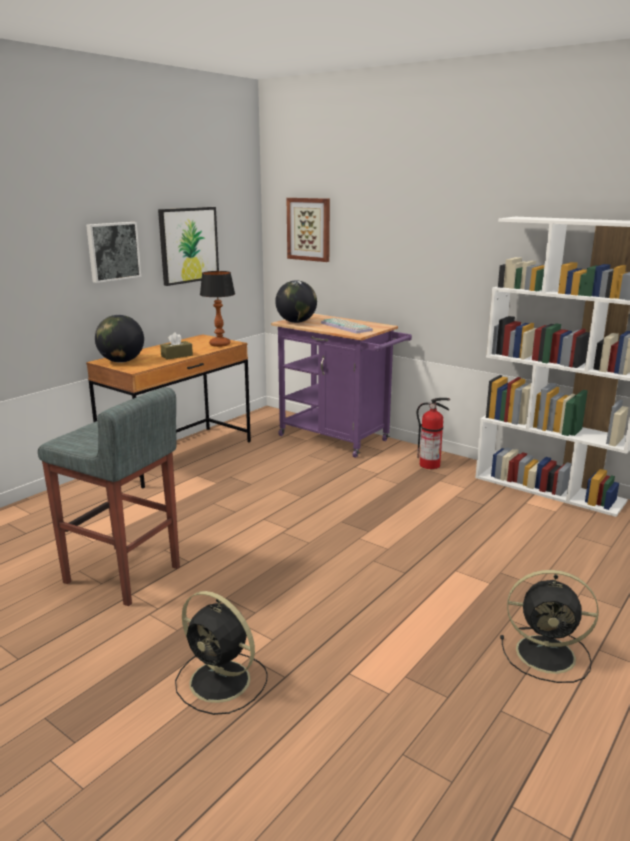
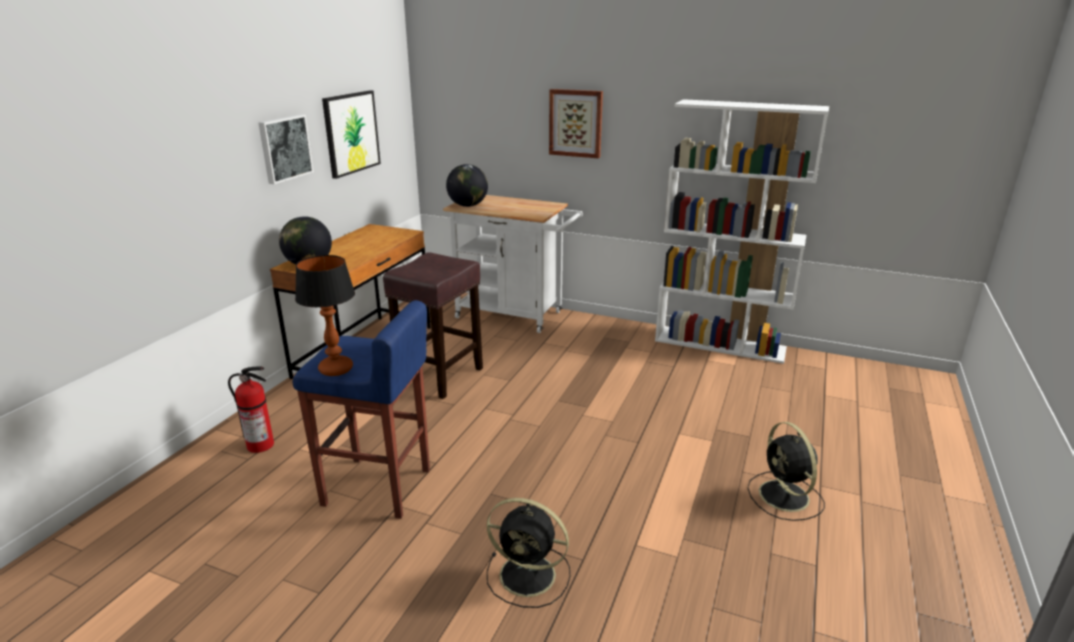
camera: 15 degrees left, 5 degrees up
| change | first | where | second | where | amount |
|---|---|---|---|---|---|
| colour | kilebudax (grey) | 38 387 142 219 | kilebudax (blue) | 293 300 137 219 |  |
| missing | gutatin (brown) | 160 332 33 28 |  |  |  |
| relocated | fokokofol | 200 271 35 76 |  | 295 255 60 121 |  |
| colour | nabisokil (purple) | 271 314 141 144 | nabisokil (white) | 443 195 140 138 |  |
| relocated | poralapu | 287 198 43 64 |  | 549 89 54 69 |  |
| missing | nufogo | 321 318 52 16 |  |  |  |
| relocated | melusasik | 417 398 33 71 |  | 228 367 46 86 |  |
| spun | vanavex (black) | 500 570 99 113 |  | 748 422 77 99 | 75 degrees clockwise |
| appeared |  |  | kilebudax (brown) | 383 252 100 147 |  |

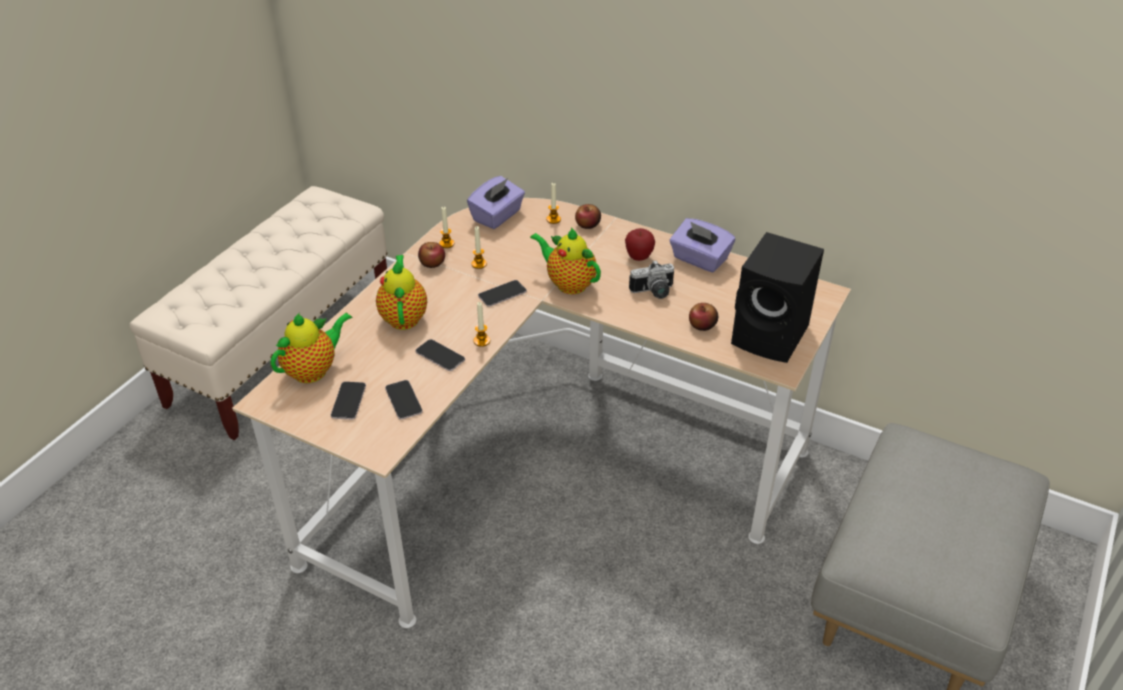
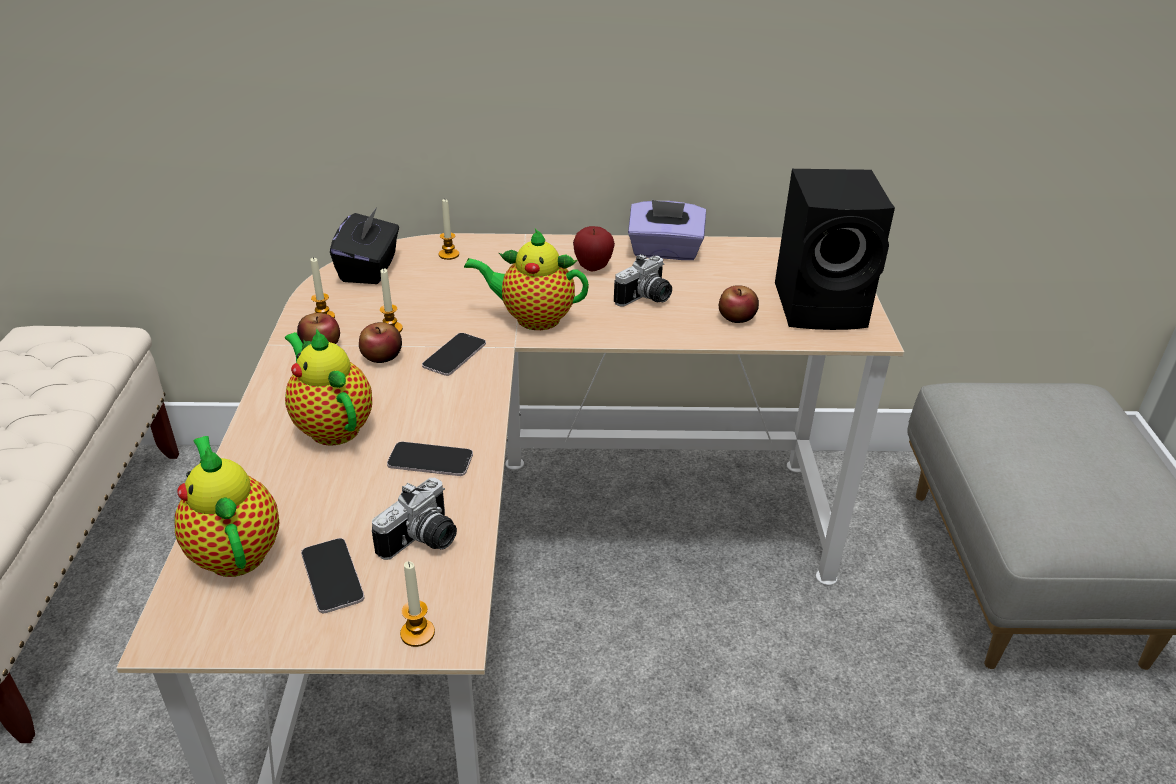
camera: 30 degrees left, 5 degrees down
| change | first | where | second | where | amount |
|---|---|---|---|---|---|
| spun | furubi | 271 312 81 71 |  | 175 436 104 141 | 45 degrees counterclockwise |
| exchanged | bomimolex | 385 380 38 40 | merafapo | 372 478 85 82 |  |
| colour | gutatin (purple) | 467 176 58 53 | gutatin (black) | 330 207 69 77 |  |
| relocated | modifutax | 474 302 16 45 |  | 400 561 35 86 |  |
| relocated | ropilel | 575 204 26 25 |  | 359 322 43 41 |  |

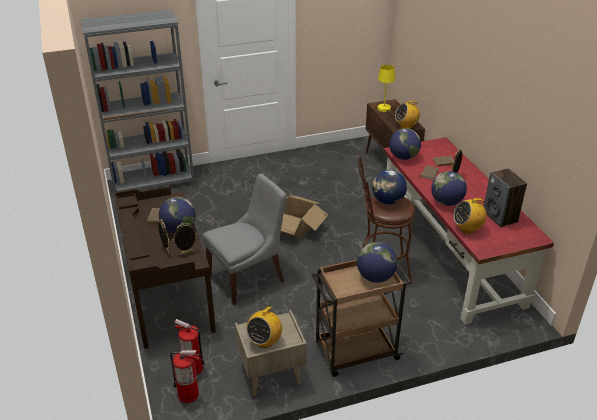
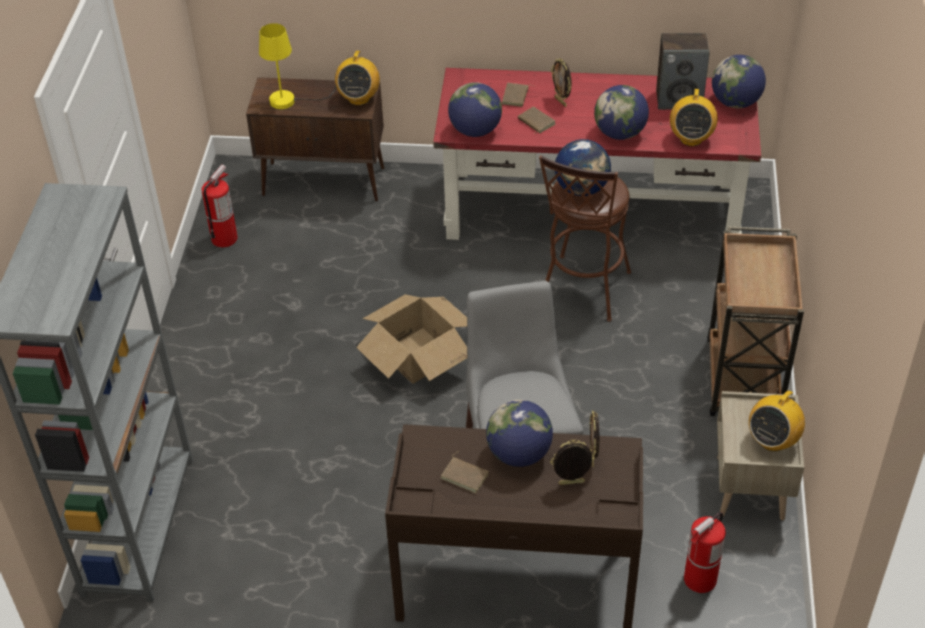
camera: 65 degrees left, 10 degrees up
| change | first | where | second | where | amount |
|---|---|---|---|---|---|
| relocated | melusasik | 170 350 29 53 |  | 202 164 36 83 |  |
| spun | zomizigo | 246 307 36 41 |  | 749 383 56 68 | 75 degrees clockwise |
| relocated | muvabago | 357 242 40 41 |  | 712 55 54 54 |  |

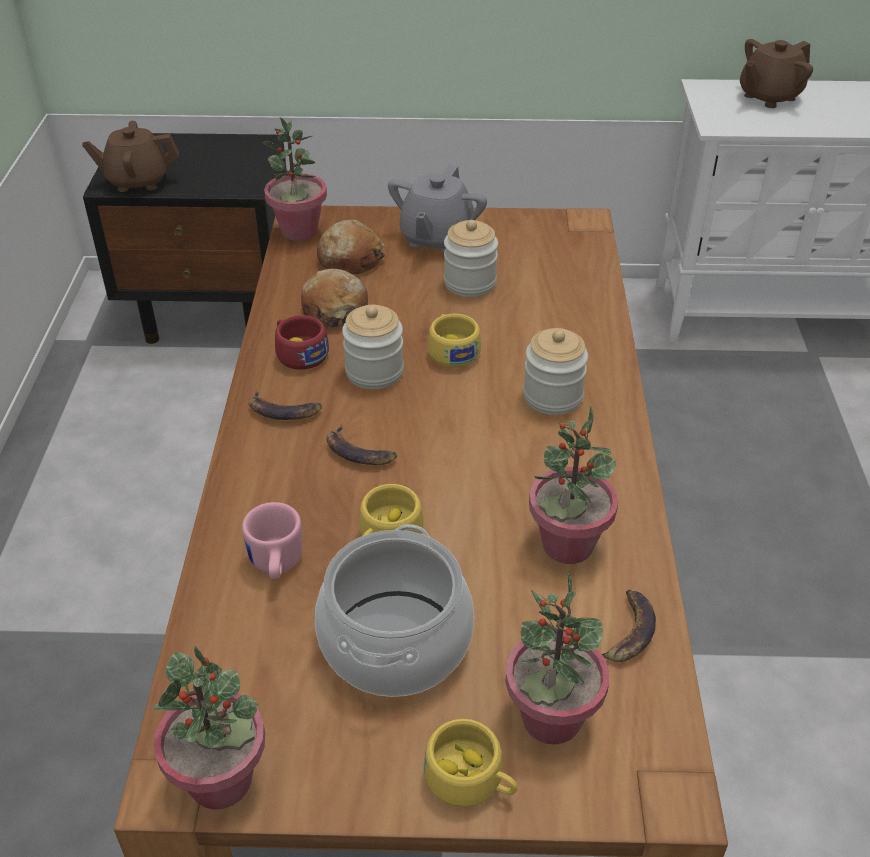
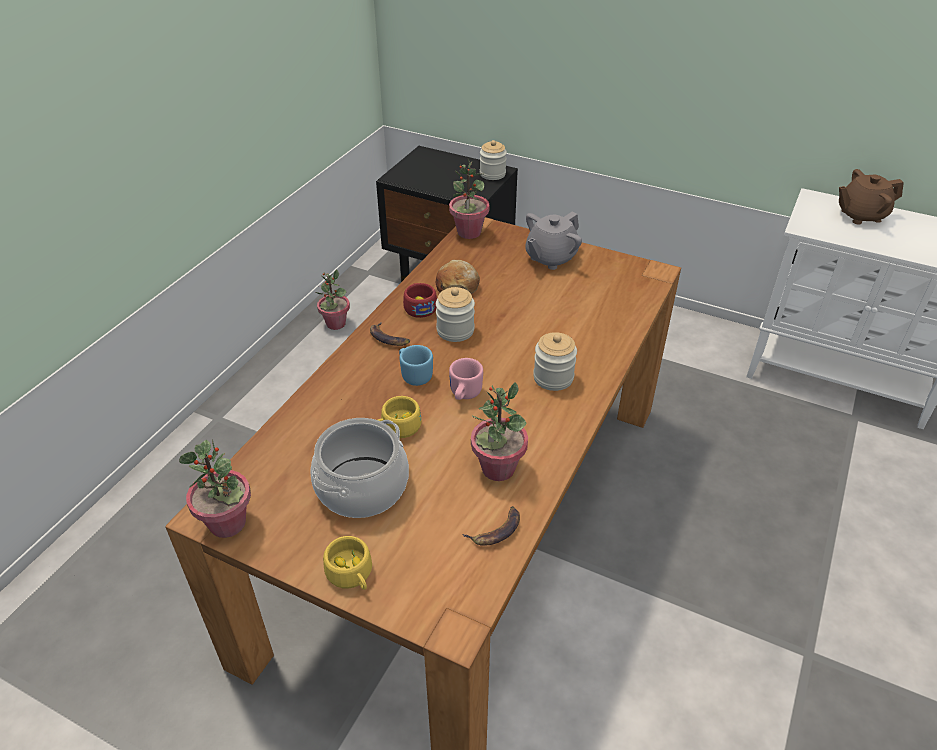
camera: 25 degrees right, 0 degrees up
| change | first | where | second | where | amount |
|---|---|---|---|---|---|
| missing | furubi (brown) | 82 121 97 71 |  |  |  |
| relocated | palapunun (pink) | 242 502 61 77 |  | 449 358 34 42 |  |
| missing | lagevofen | 317 219 68 55 |  |  |  |
| exchanged | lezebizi | 326 424 71 41 | palapunun (blue) | 399 345 34 41 |  |
| missing | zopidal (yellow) | 428 314 53 54 |  |  |  |
| relocated | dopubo | 444 220 54 77 |  | 480 140 27 40 |  |
| relocated | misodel | 505 571 104 174 |  | 316 269 34 61 |  |

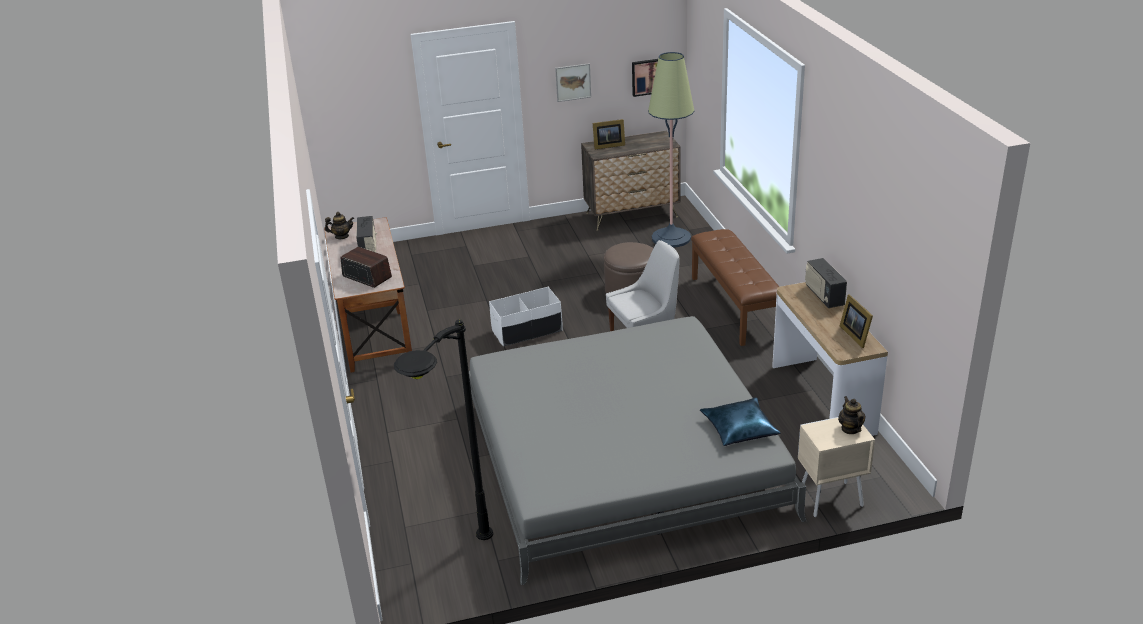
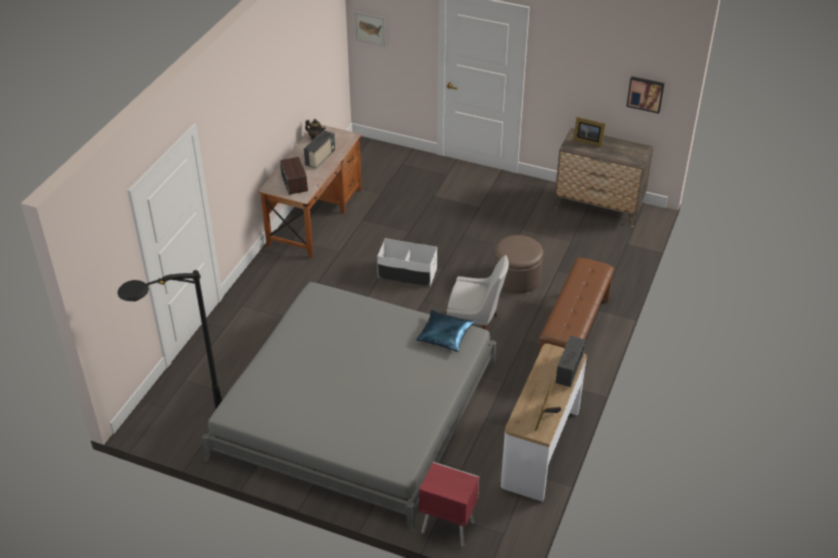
camera: 35 degrees right, 10 degrees up
| change | first | where | second | where | amount |
|---|---|---|---|---|---|
| relocated | poralapu | 555 63 36 39 |  | 355 12 30 34 |  |
| missing | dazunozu | 648 52 46 195 |  |  |  |
| relocated | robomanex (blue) | 700 397 80 49 |  | 416 310 59 42 |  |
| colour | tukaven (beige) | 798 417 77 100 | tukaven (red) | 419 462 60 85 |  |
| missing | furubi | 838 396 28 38 |  |  |  |

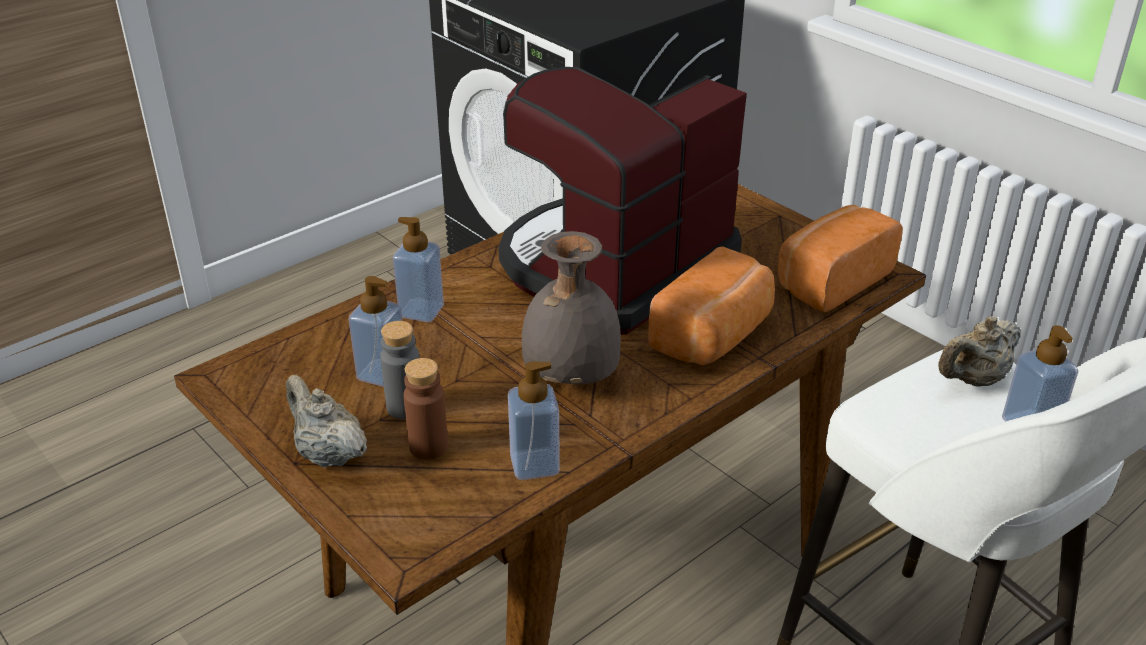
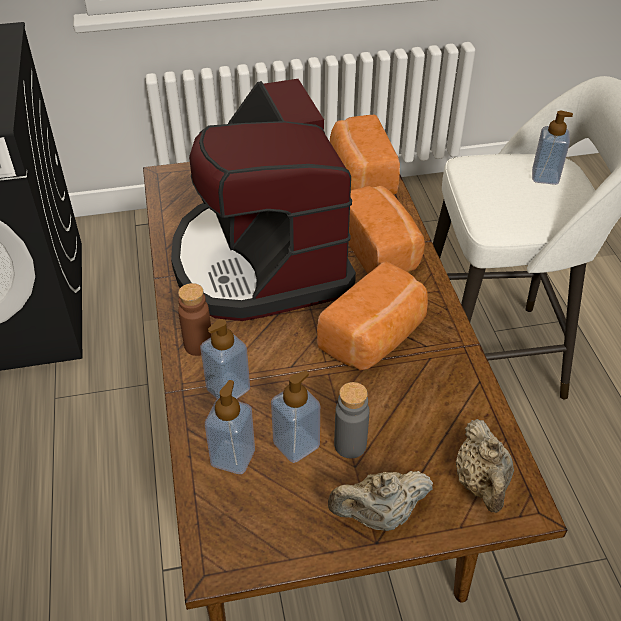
camera: 60 degrees left, 10 degrees up
| change | first | where | second | where | amount |
|---|---|---|---|---|---|
| relocated | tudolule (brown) | 404 358 44 102 |  | 178 283 34 73 |  |
| relocated | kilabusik | 508 362 52 118 |  | 205 380 50 94 |  |
| exchanged | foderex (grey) | 522 231 99 153 | lagevofen | 317 261 111 109 |  |
| relocated | furubi (beige) | 938 316 83 71 |  | 456 419 58 94 |  |

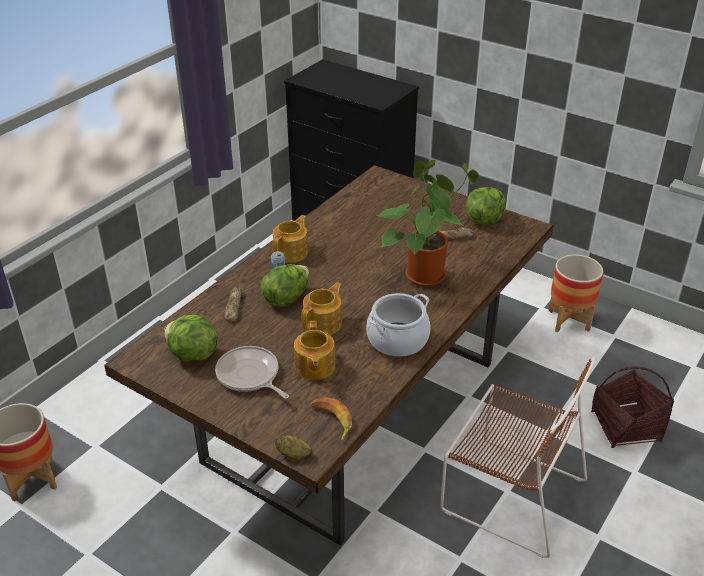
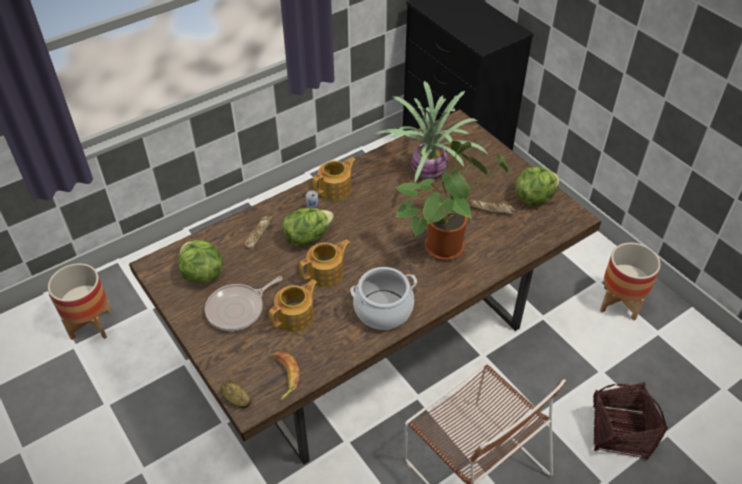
camera: 20 degrees right, 10 degrees up
| change | first | where | second | where | amount |
|---|---|---|---|---|---|
| spun | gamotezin | 215 346 74 53 |  | 205 276 78 55 | 105 degrees counterclockwise |
| spun | furubi | 294 321 41 59 |  | 269 280 49 52 | 150 degrees counterclockwise |
| appeared |  |  | misodel | 376 81 111 102 |  |

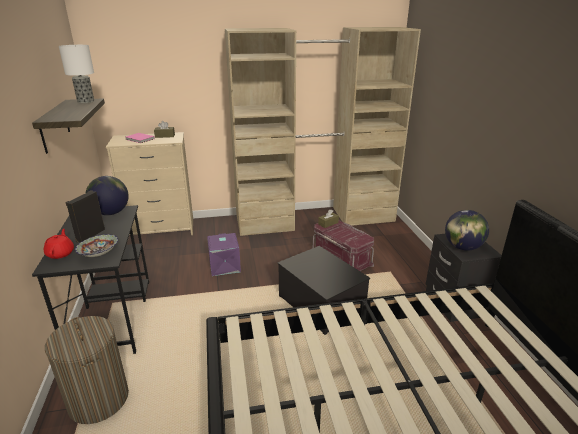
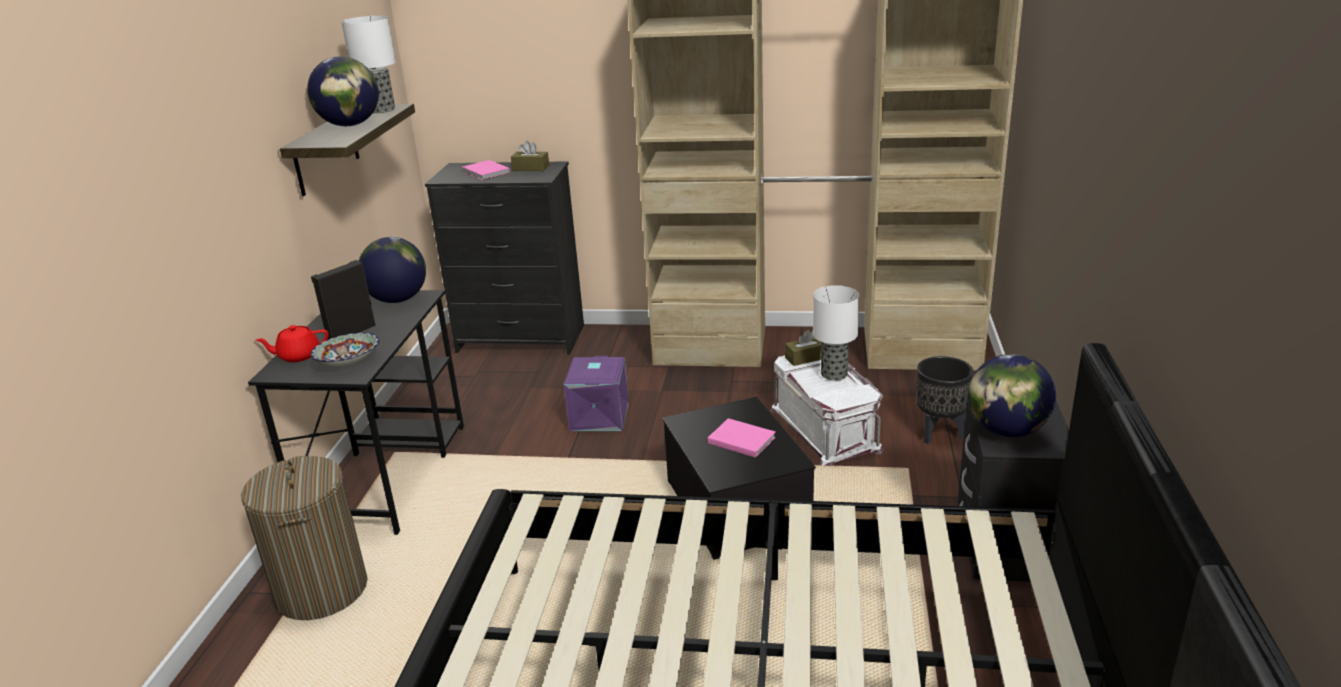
camera: 20 degrees right, 0 degrees up
| change | first | where | second | where | amount |
|---|---|---|---|---|---|
| spun | furubi (red) | 44 229 30 30 |  | 256 325 73 37 | 120 degrees counterclockwise |
| colour | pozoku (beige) | 106 132 87 107 | pozoku (black) | 425 161 159 194 |  |
| colour | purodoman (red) | 313 220 61 51 | purodoman (white) | 770 356 114 110 |  |
| appeared |  |  | muvabago | 307 57 72 69 |  |
| appeared |  |  | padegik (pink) | 708 418 68 40 |  |
| appeared |  |  | fokokofol | 813 285 46 96 |  |
| appeared |  |  | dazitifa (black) | 916 356 58 88 |  |

